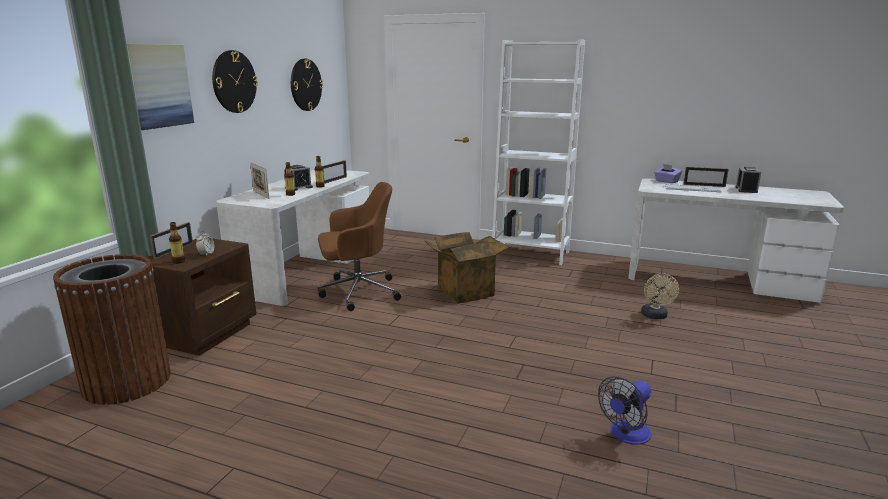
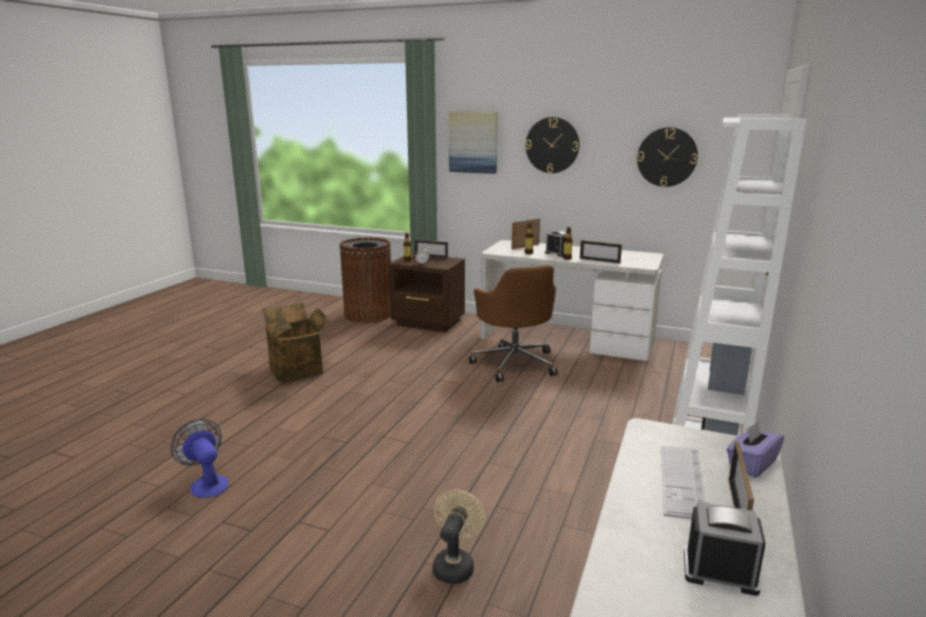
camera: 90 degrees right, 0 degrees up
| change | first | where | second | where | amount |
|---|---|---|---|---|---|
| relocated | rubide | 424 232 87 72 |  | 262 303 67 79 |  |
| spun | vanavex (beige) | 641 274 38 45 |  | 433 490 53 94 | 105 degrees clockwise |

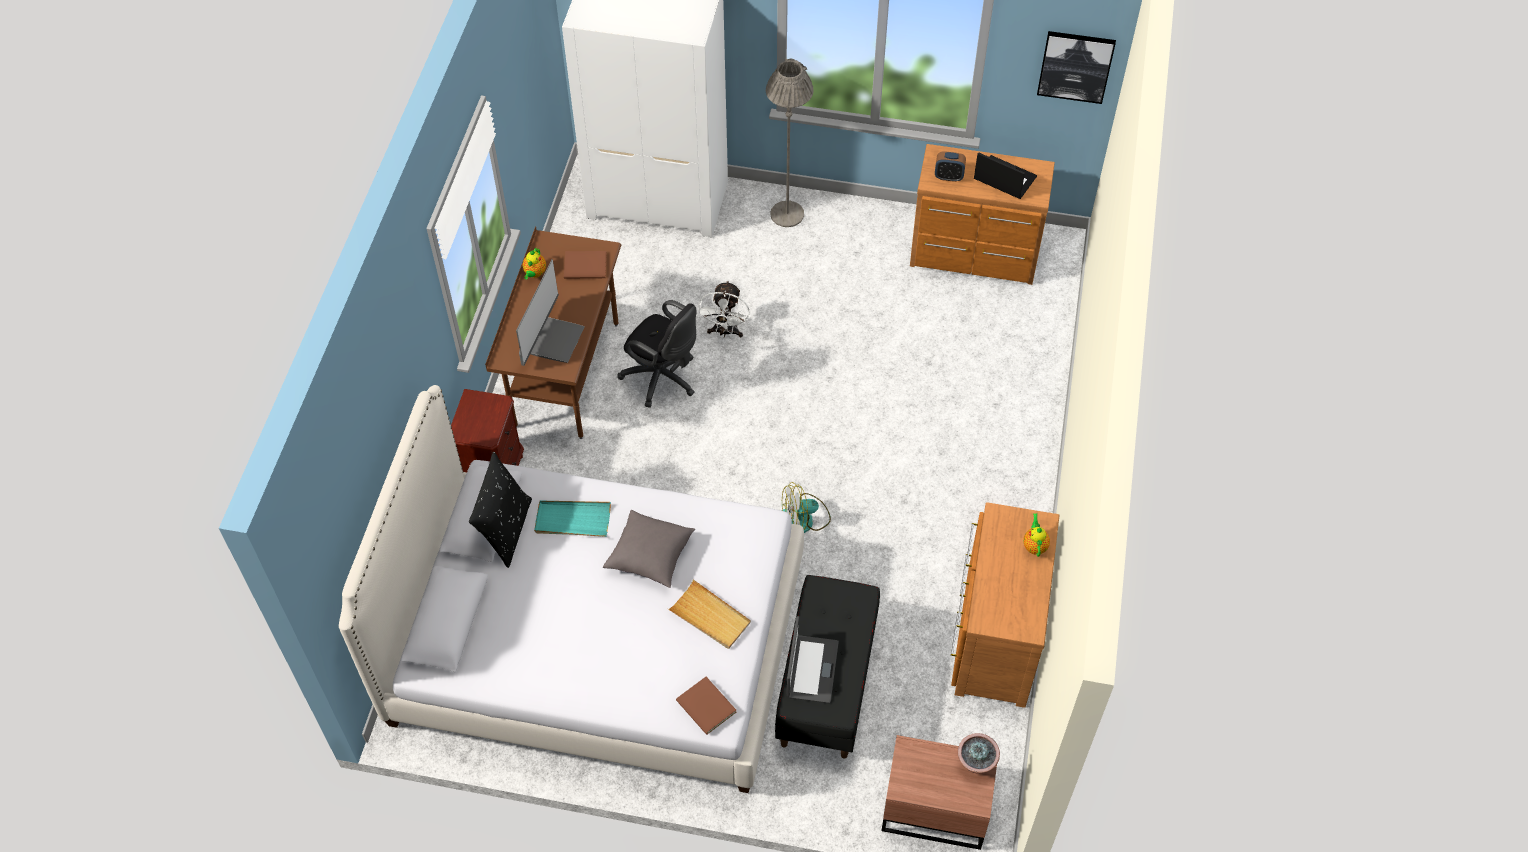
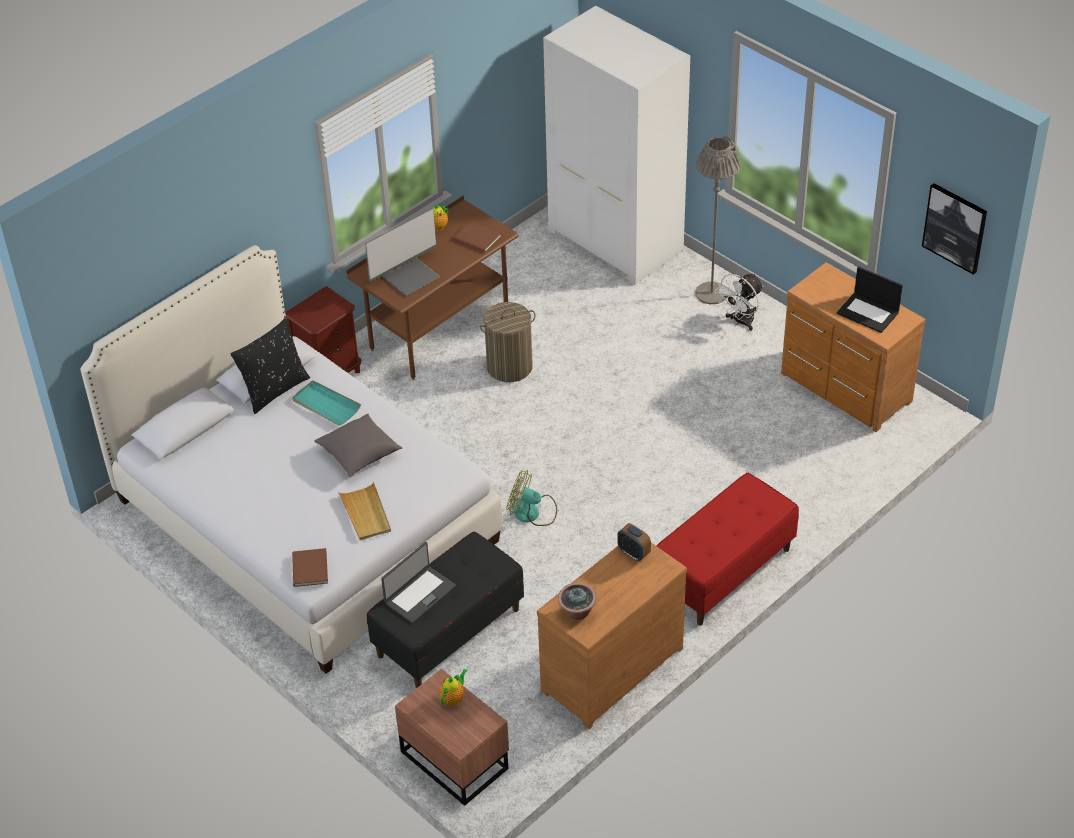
camera: 35 degrees right, 10 degrees down
| change | first | where | second | where | amount |
|---|---|---|---|---|---|
| exchanged | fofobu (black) | 618 300 78 108 | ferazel | 480 302 56 80 |  |
| relocated | vanavex (white) | 697 281 53 57 |  | 715 274 48 57 |  |
| relocated | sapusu | 935 152 31 30 |  | 617 523 34 38 |  |
| relocated | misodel | 958 733 42 41 |  | 558 583 38 37 |  |
| spun | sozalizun | 974 152 63 47 |  | 837 266 66 67 | 150 degrees clockwise |
| relocated | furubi | 1023 513 27 44 |  | 439 668 29 38 |  |
| appeared |  |  | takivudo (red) | 657 473 142 152 |  |

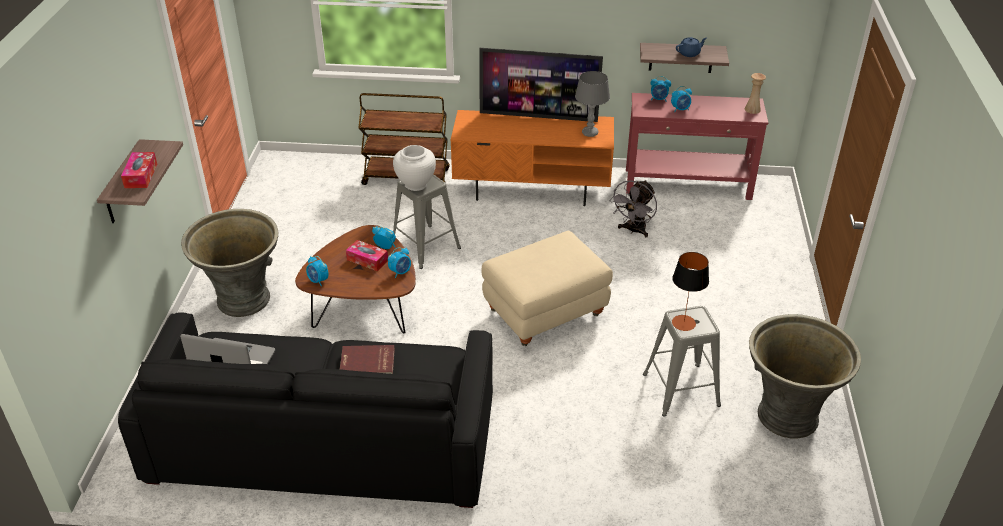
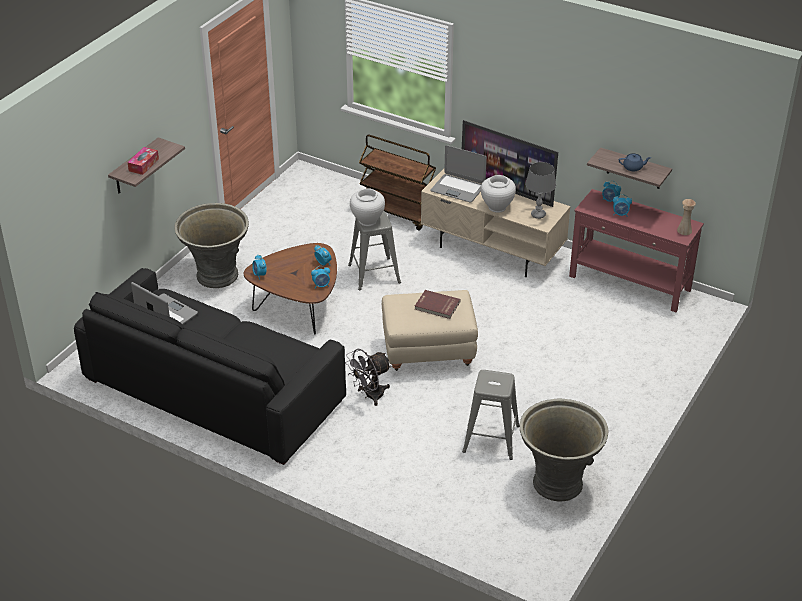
camera: 25 degrees right, 0 degrees up
| change | first | where | second | where | amount |
|---|---|---|---|---|---|
| relocated | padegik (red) | 340 345 55 29 |  | 415 290 46 29 |  |
| missing | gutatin | 346 240 42 31 |  |  |  |
| colour | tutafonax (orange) | 450 110 164 96 | tutafonax (beige) | 421 168 150 109 |  |
| relocated | vanavex (grey) | 611 180 46 57 |  | 345 348 47 58 |  |
| missing | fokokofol | 672 252 37 79 |  |  |  |
| appeared |  |  | sozalizun | 430 145 57 57 |  |
| appeared |  |  | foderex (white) | 481 175 35 38 |  |

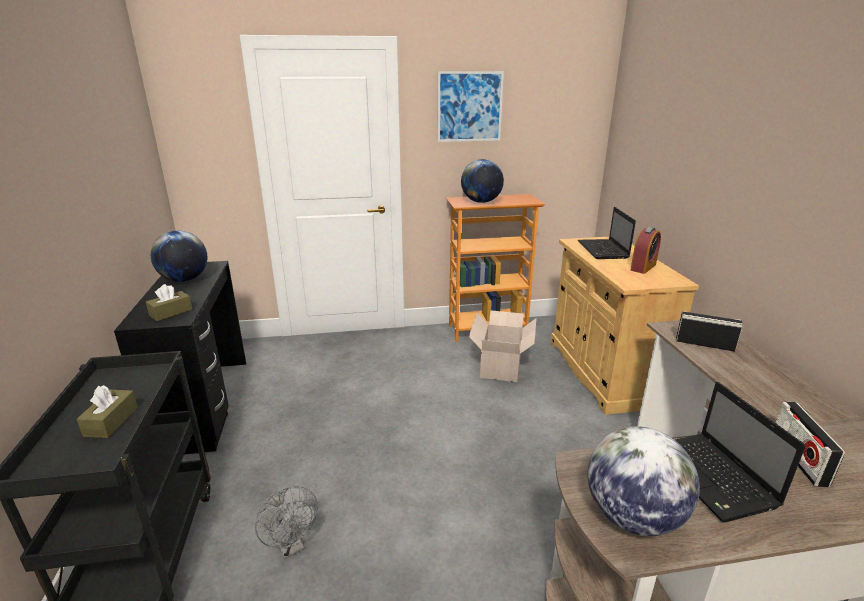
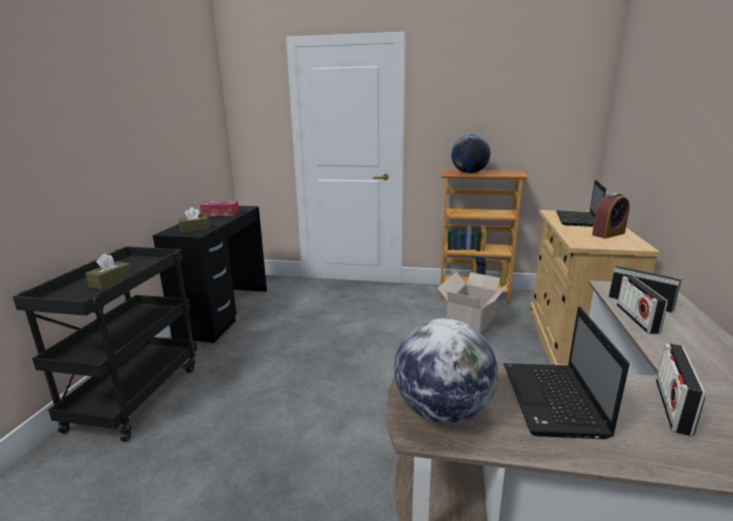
camera: 20 degrees right, 5 degrees down
| change | first | where | second | where | amount |
|---|---|---|---|---|---|
| exchanged | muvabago | 151 231 56 51 | gutatin | 200 201 39 15 |  |
| missing | vanavex (grey) | 255 486 63 73 |  |  |  |
| missing | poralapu | 438 71 66 71 |  |  |  |
| appeared |  |  | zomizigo | 617 276 51 58 |  |

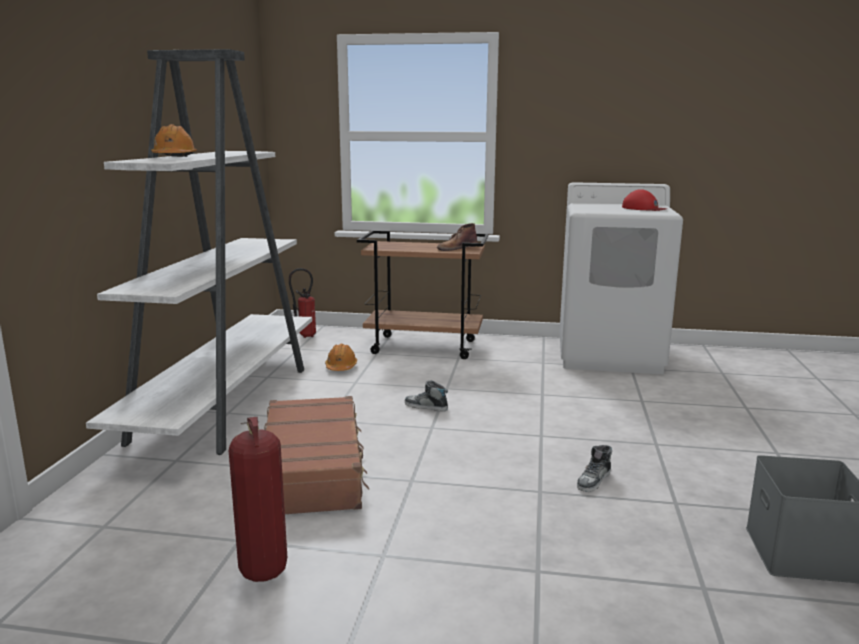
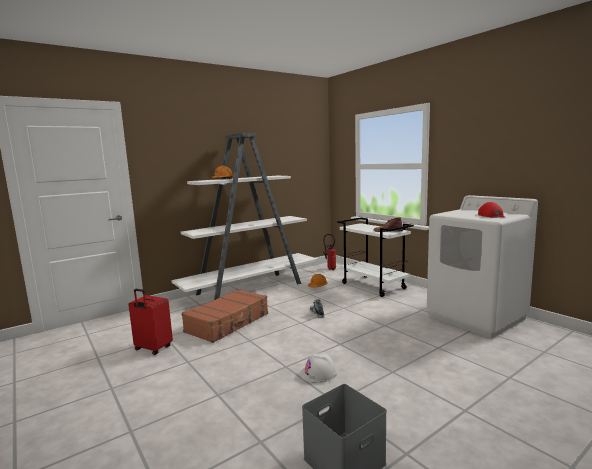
camera: 45 degrees right, 5 degrees down
| change | first | where | second | where | amount |
|---|---|---|---|---|---|
| exchanged | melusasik | 229 417 58 165 | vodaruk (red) | 128 289 45 66 |  |
| colour | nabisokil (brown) | 357 230 131 129 | nabisokil (white) | 337 217 77 80 |  |
| exchanged | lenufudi | 577 445 35 47 | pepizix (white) | 300 352 37 31 |  |

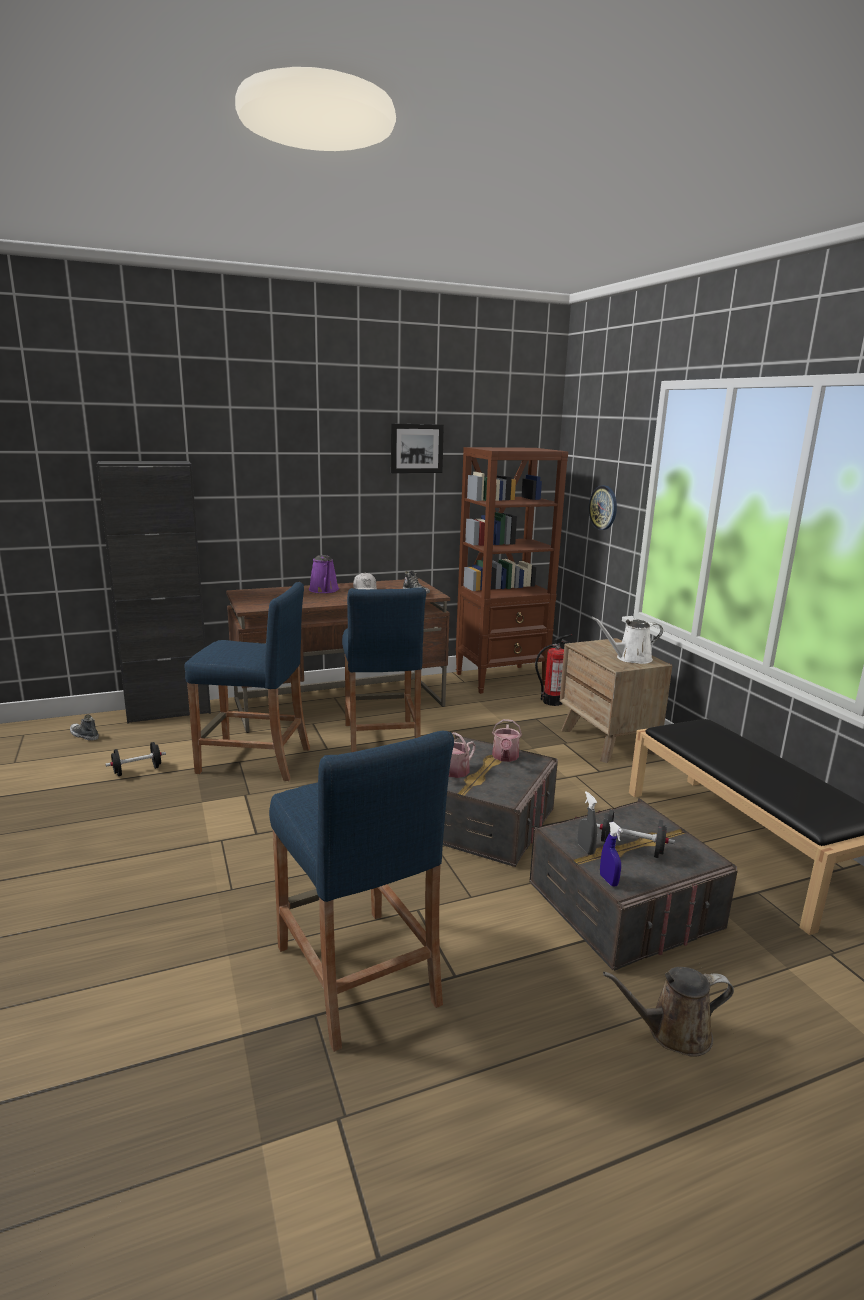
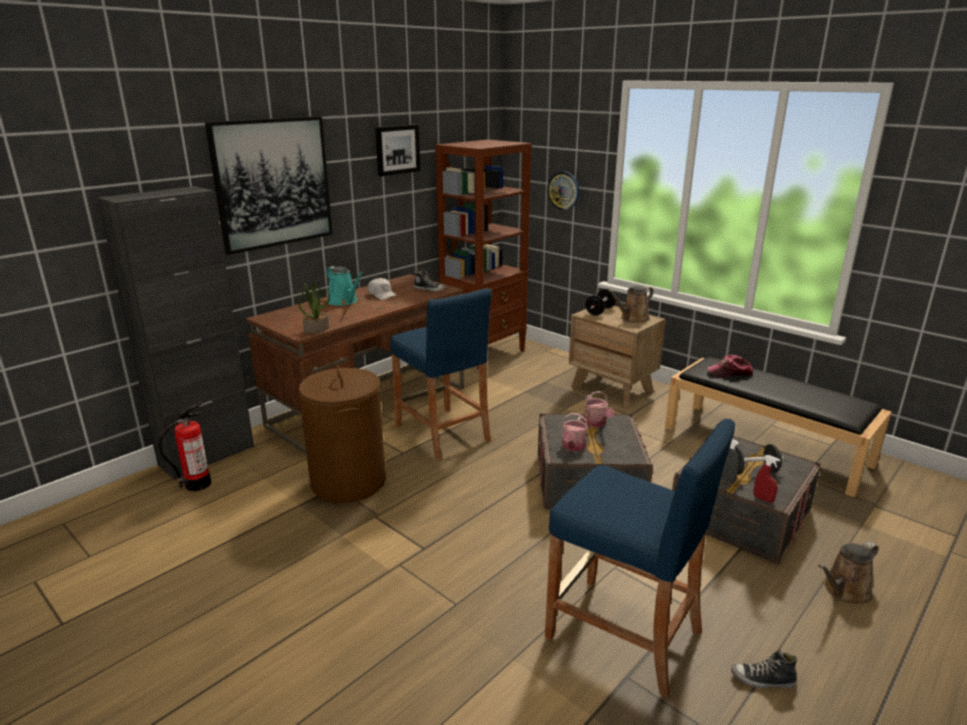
camera: 25 degrees left, 5 degrees up
| change | first | where | second | where | amount |
|---|---|---|---|---|---|
| relocated | lenufudi | 70 714 29 27 |  | 731 650 66 38 |  |
| relocated | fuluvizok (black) | 106 742 60 34 |  | 585 289 31 27 |  |
| exchanged | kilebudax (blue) | 184 582 126 199 | ferazel (brown) | 298 365 88 138 |  |
| colour | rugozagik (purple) | 309 555 30 38 | rugozagik (turquoise) | 327 266 36 40 |  |
| relocated | melusasik | 535 634 37 72 |  | 158 402 53 89 |  |
| colour | rugozagik (white) | 592 617 71 47 | rugozagik (brown) | 608 286 46 37 |  |
| colour | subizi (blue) | 600 822 23 65 | subizi (red) | 754 455 26 48 |  |
| appeared |  |  | poralapu | 205 116 128 139 |  |
| appeared |  |  | misodel | 299 282 31 51 |  |
| appeared |  |  | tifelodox | 706 355 47 23 |  |

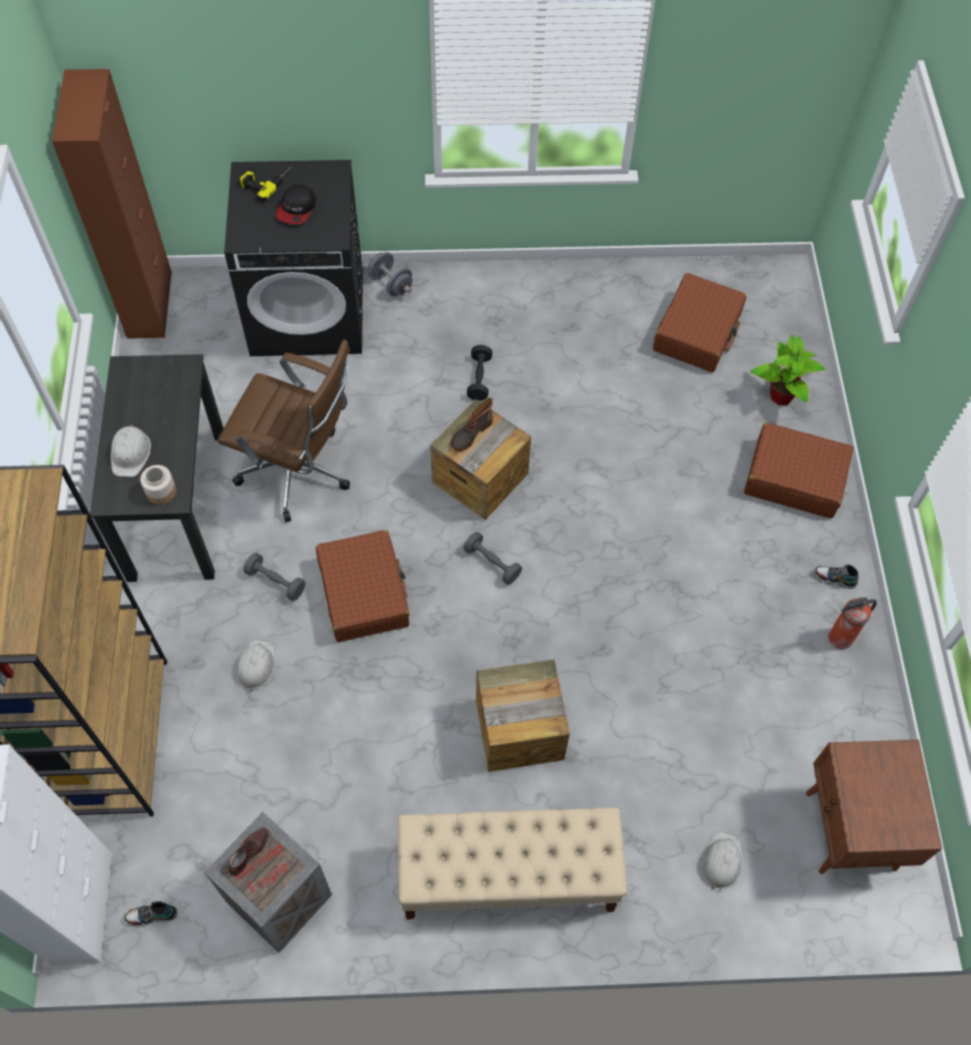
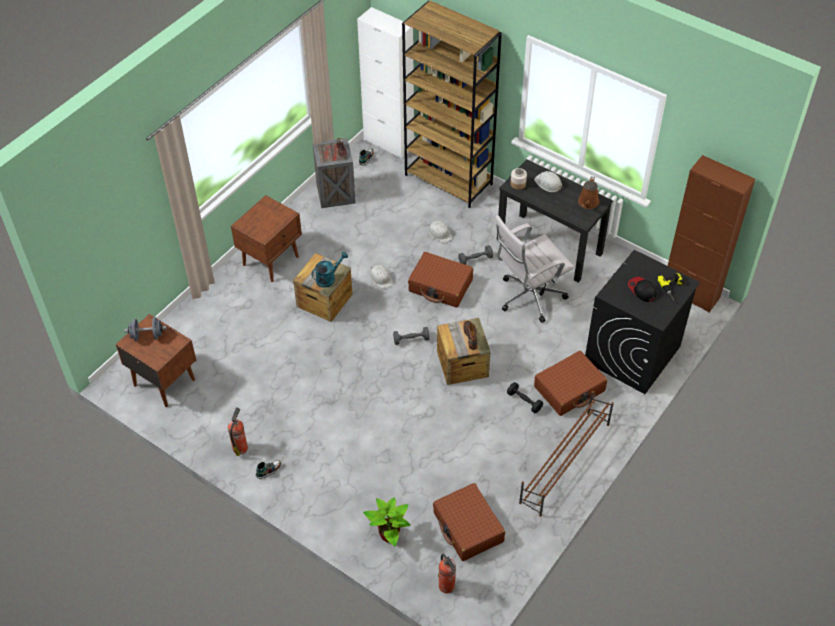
camera: 130 degrees right, 10 degrees down
| change | first | where | second | where | amount |
|---|---|---|---|---|---|
| colour | fofobu (brown) | 218 340 132 182 | fofobu (white) | 495 215 79 108 |  |
| relocated | fuluvizok (grey) | 368 252 45 44 |  | 124 317 43 24 |  |
| exchanged | takivudo (beige) | 398 807 229 113 | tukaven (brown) | 231 195 71 87 |  |
| relocated | pepizix (white) | 701 832 41 59 |  | 369 265 24 24 |  |
| relocated | vodaruk (brown) | 744 423 110 95 |  | 534 351 73 65 |  |
| appeared |  |  | rugozagik (turquoise) | 312 252 36 36 |  |
| appeared |  |  | melusasik | 438 554 18 39 |  |
| appeared |  |  | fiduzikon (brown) | 519 391 95 126 |  |
| appeared |  |  | rugozagik (brown) | 578 176 21 33 |  |

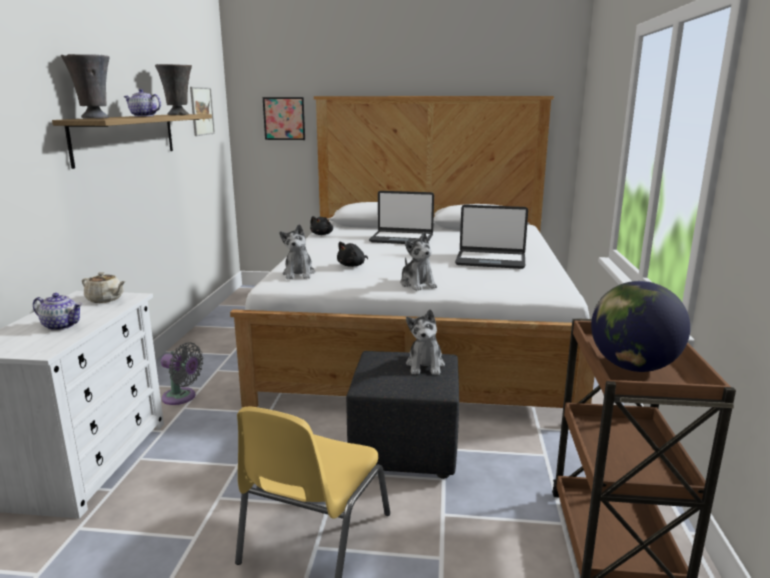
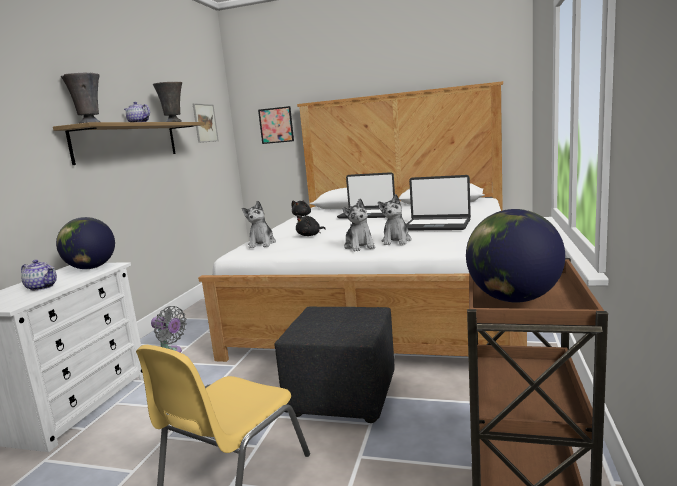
camera: 10 degrees right, 5 degrees down
| change | first | where | second | where | amount |
|---|---|---|---|---|---|
| exchanged | furubi (beige) | 82 272 44 31 | muvabago | 56 217 59 52 |  |
| relocated | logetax | 406 309 39 66 |  | 378 194 34 51 |  |

